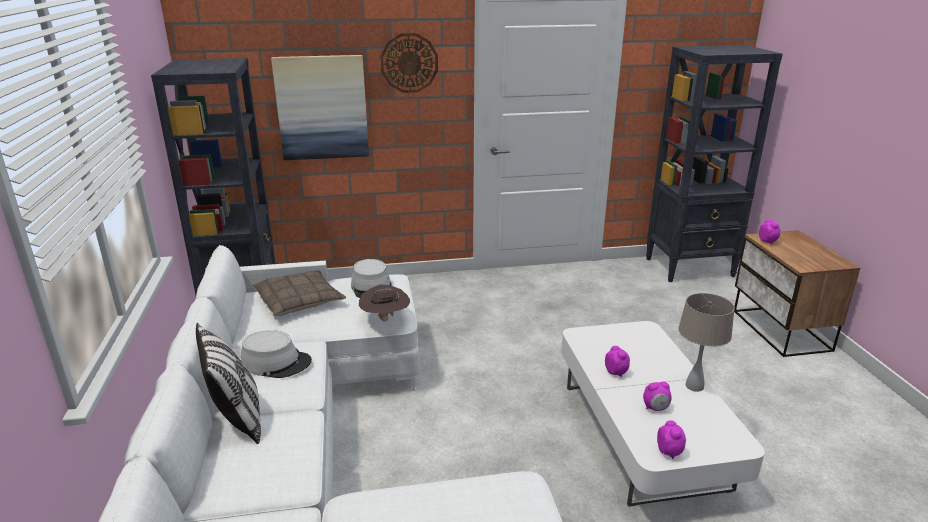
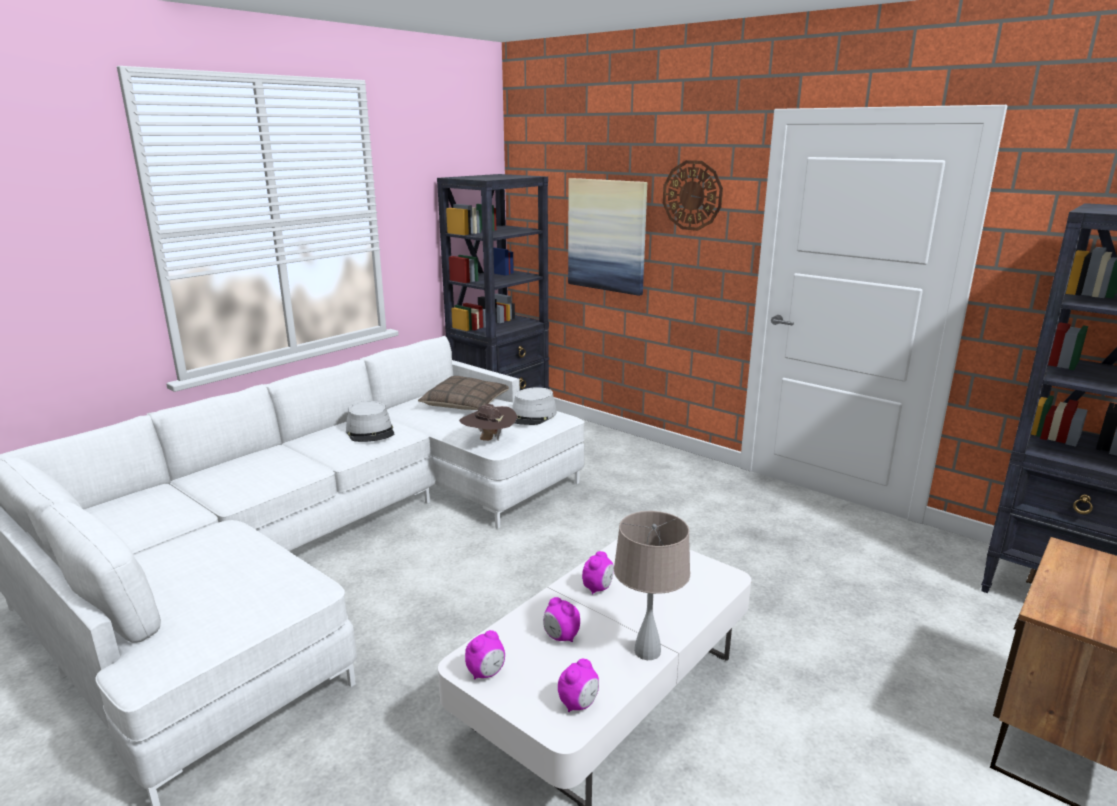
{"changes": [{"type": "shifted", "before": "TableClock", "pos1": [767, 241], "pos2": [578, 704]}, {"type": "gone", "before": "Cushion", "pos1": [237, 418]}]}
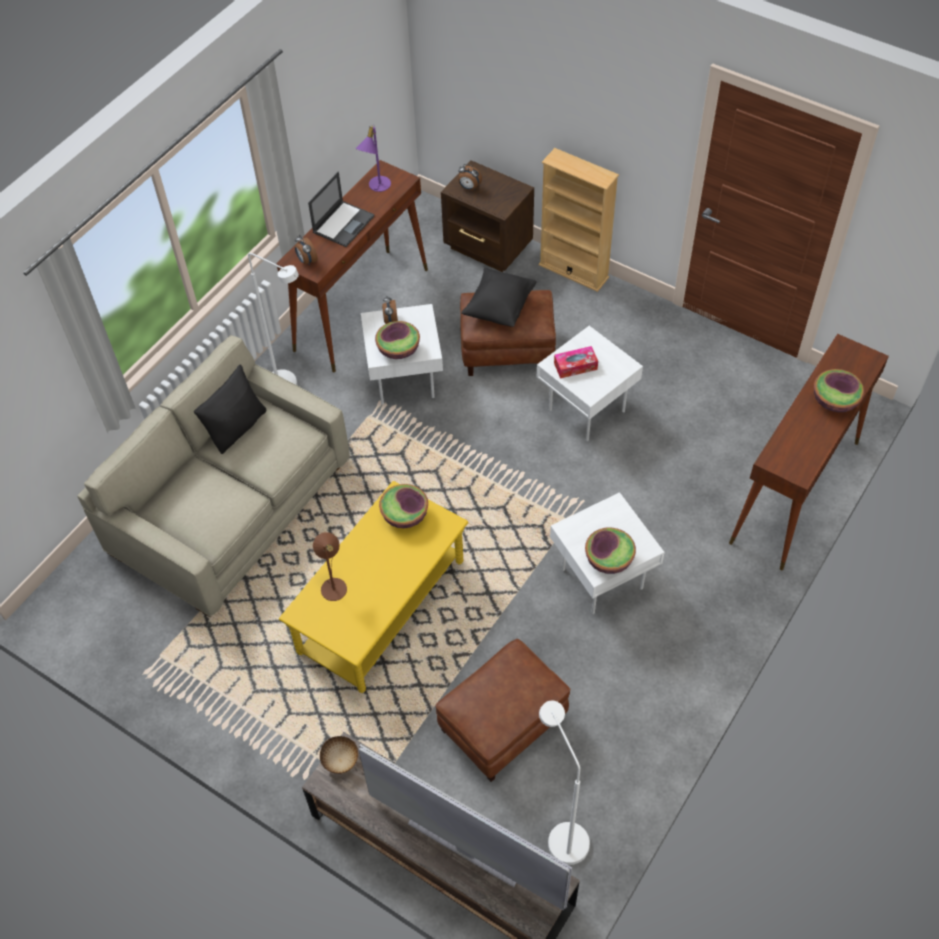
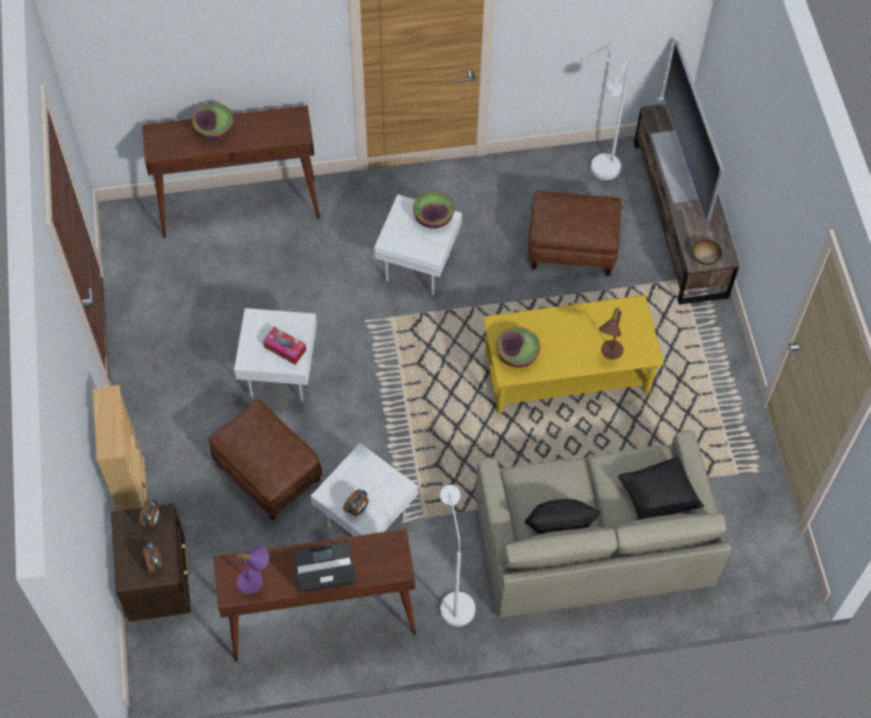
{"changes": [{"type": "shifted", "before": "TableClock", "pos1": [306, 261], "pos2": [152, 520]}, {"type": "shifted", "before": "BlackCushion", "pos1": [499, 308], "pos2": [657, 499]}, {"type": "gone", "before": "ServingBowl", "pos1": [398, 350]}]}
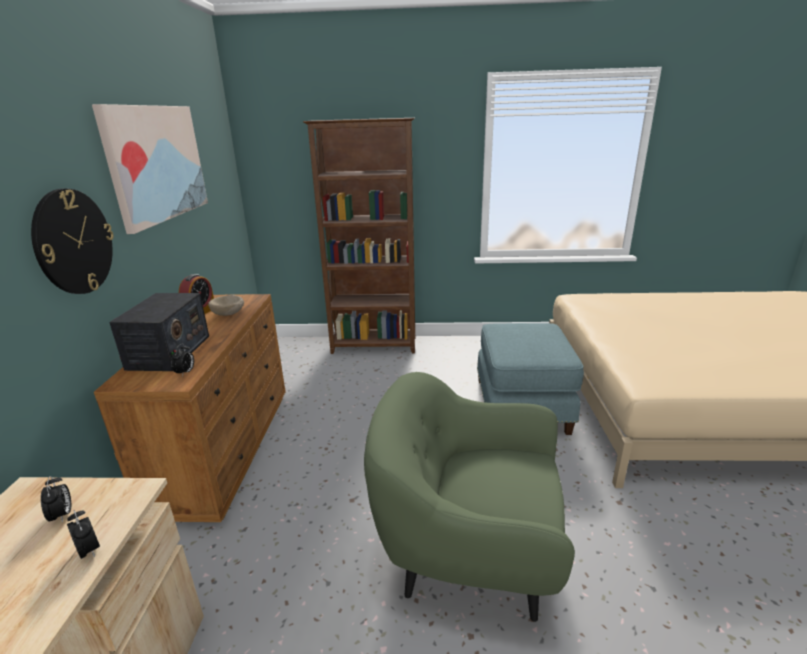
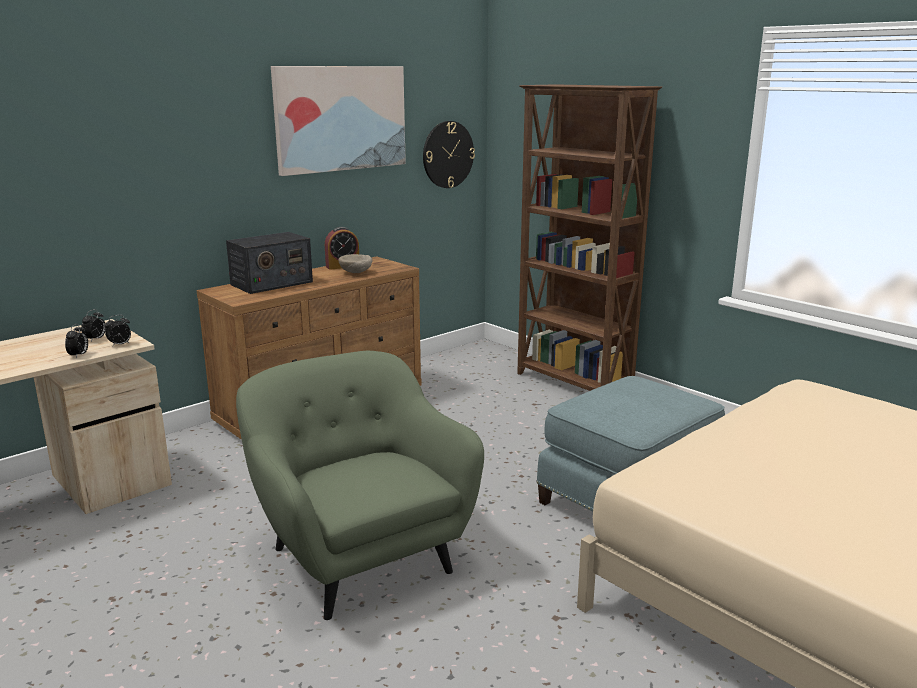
{"changes": [{"type": "shifted", "before": "TableClock", "pos1": [185, 372], "pos2": [120, 345]}, {"type": "shifted", "before": "HangingClock", "pos1": [73, 242], "pos2": [448, 154]}]}
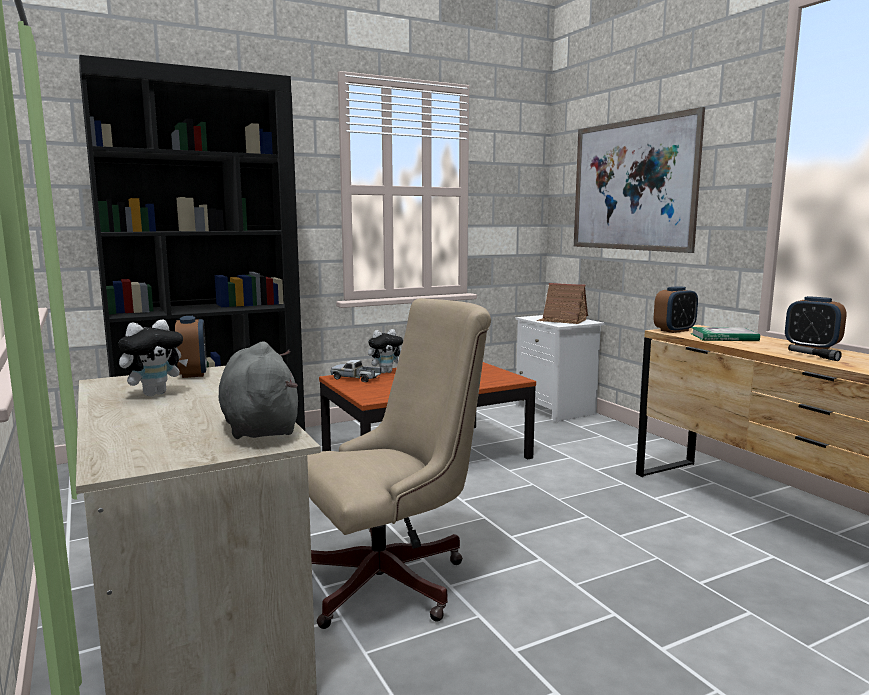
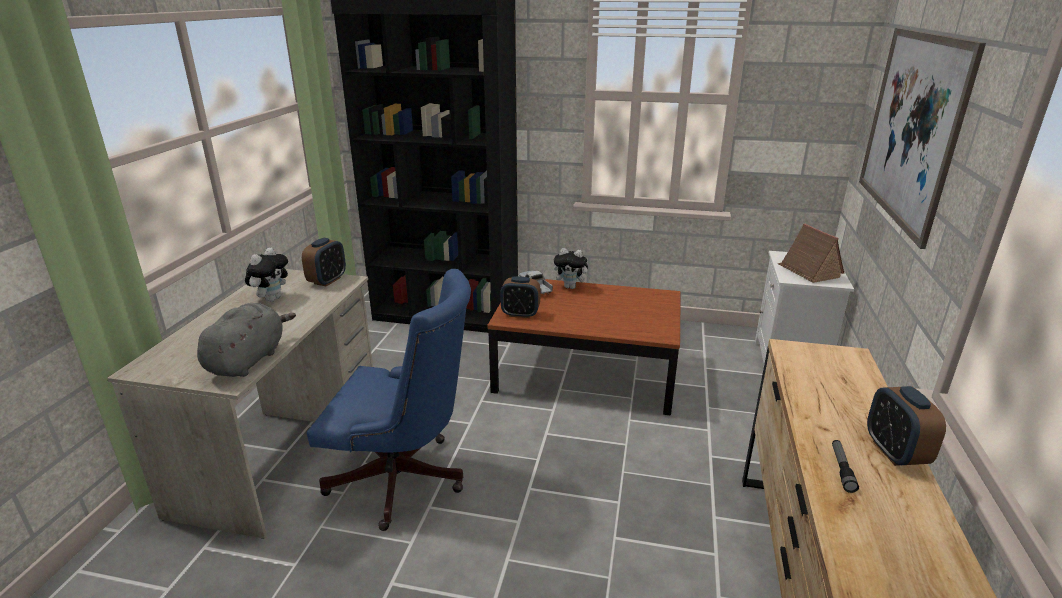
{"changes": [{"type": "rotated", "before": "PlushToy", "pos1": [155, 393], "pos2": [272, 298], "turn": -60}, {"type": "repainted", "before": "BeigeComputerChair", "after": "BlueComputerChair", "pos1": [393, 580], "pos2": [405, 481]}, {"type": "shifted", "before": "TableClock", "pos1": [674, 330], "pos2": [520, 314]}, {"type": "gone", "before": "BoundBook", "pos1": [723, 337]}]}
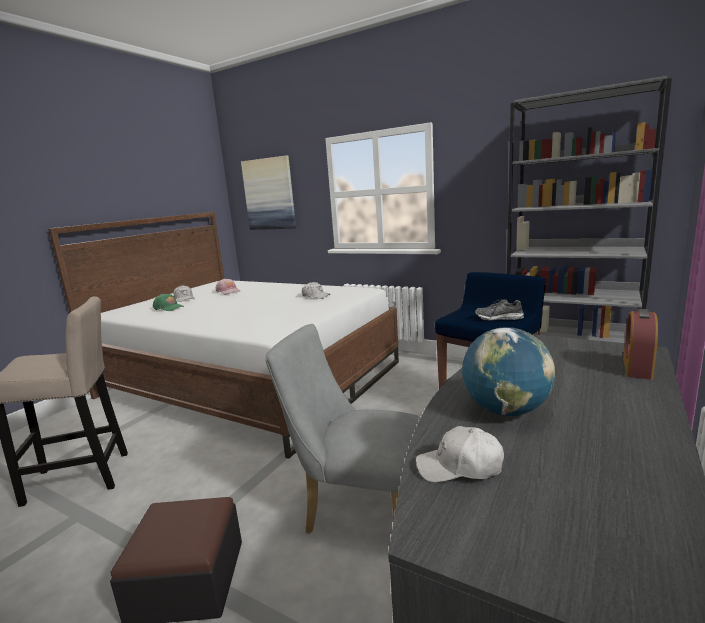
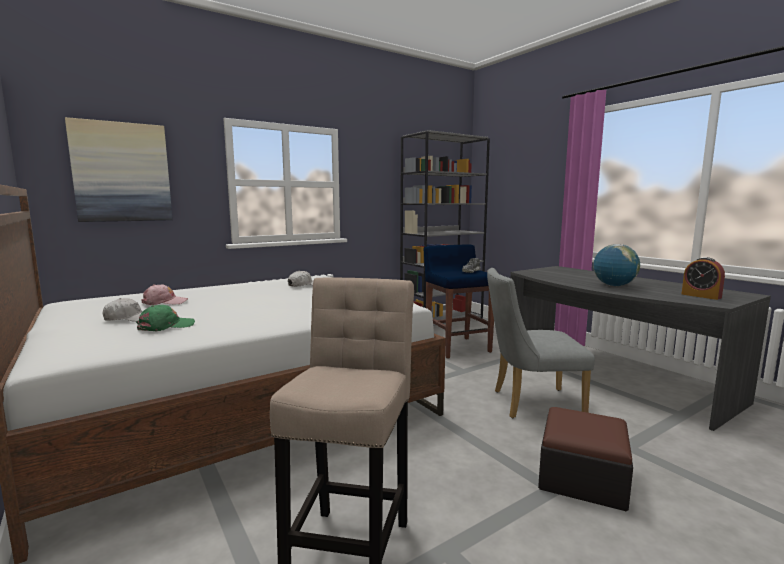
{"changes": [{"type": "rotated", "before": "GreyChair", "pos1": [356, 510], "pos2": [530, 404], "turn": 45}, {"type": "shifted", "before": "TableClock", "pos1": [637, 368], "pos2": [701, 296]}, {"type": "gone", "before": "WhitishPeakedCap", "pos1": [460, 467]}]}
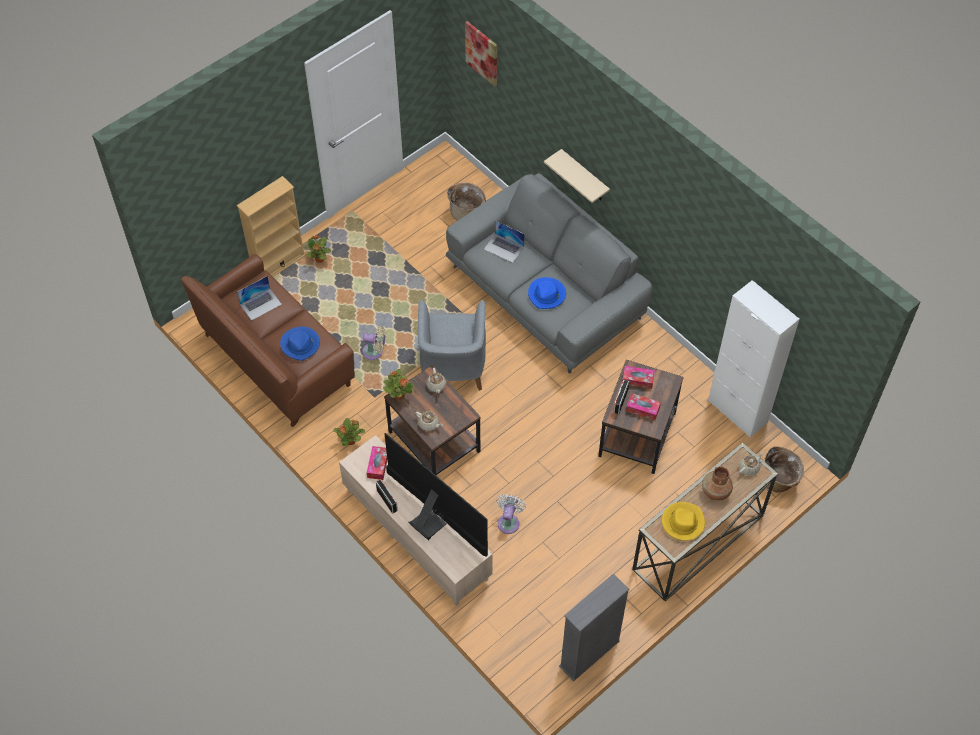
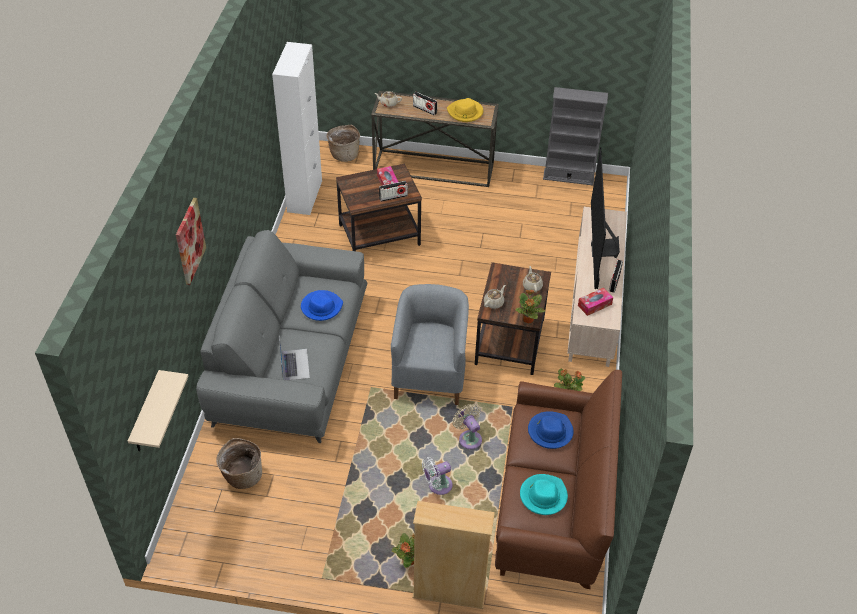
{"changes": [{"type": "shifted", "before": "BeigeShelf", "pos1": [584, 177], "pos2": [146, 414]}, {"type": "shifted", "before": "Picture", "pos1": [482, 53], "pos2": [189, 241]}, {"type": "rotated", "before": "GreyArmchair", "pos1": [452, 368], "pos2": [430, 374], "turn": -45}, {"type": "swapped", "before": "BrownColouredDecorativeVase", "after": "RadioSet", "pos1": [715, 491], "pos2": [424, 109]}, {"type": "shifted", "before": "WhitishElectricFan", "pos1": [509, 521], "pos2": [437, 486]}, {"type": "swapped", "before": "NotebookComputer", "after": "TurquoiseColouredWearableHat", "pos1": [261, 304], "pos2": [543, 496]}, {"type": "gone", "before": "TissueHolder", "pos1": [638, 380]}]}
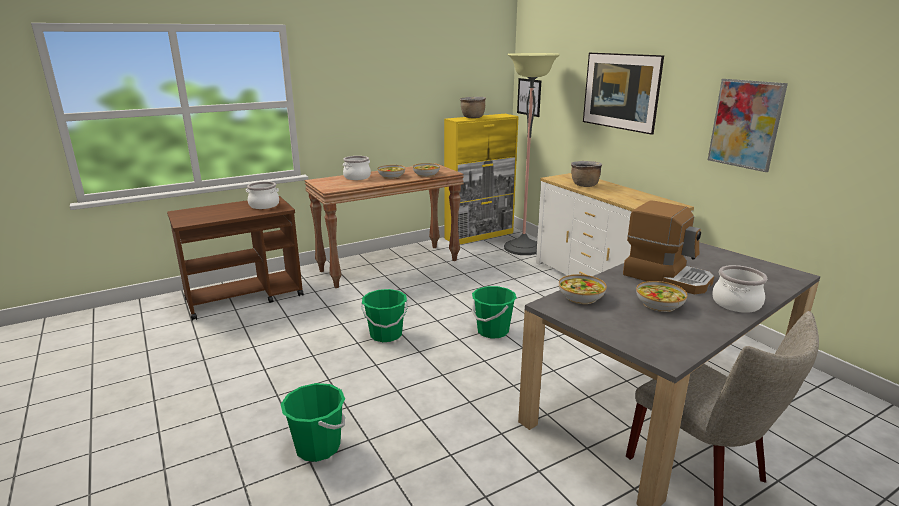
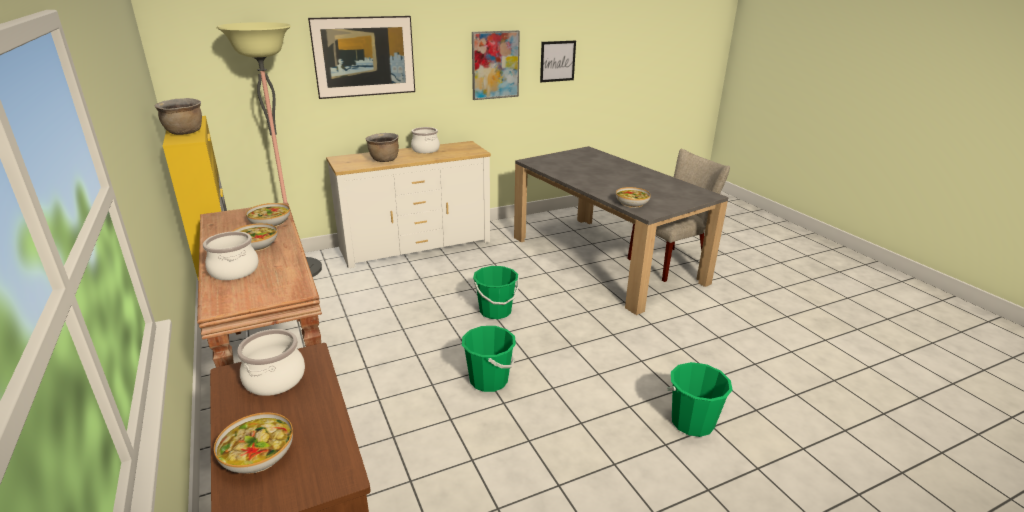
{"changes": [{"type": "shifted", "before": "ServingBowl", "pos1": [659, 304], "pos2": [257, 455]}, {"type": "shifted", "before": "Stockpot", "pos1": [736, 304], "pos2": [426, 150]}, {"type": "shifted", "before": "Picture", "pos1": [529, 97], "pos2": [557, 61]}, {"type": "gone", "before": "CoffeeMachine", "pos1": [667, 277]}]}
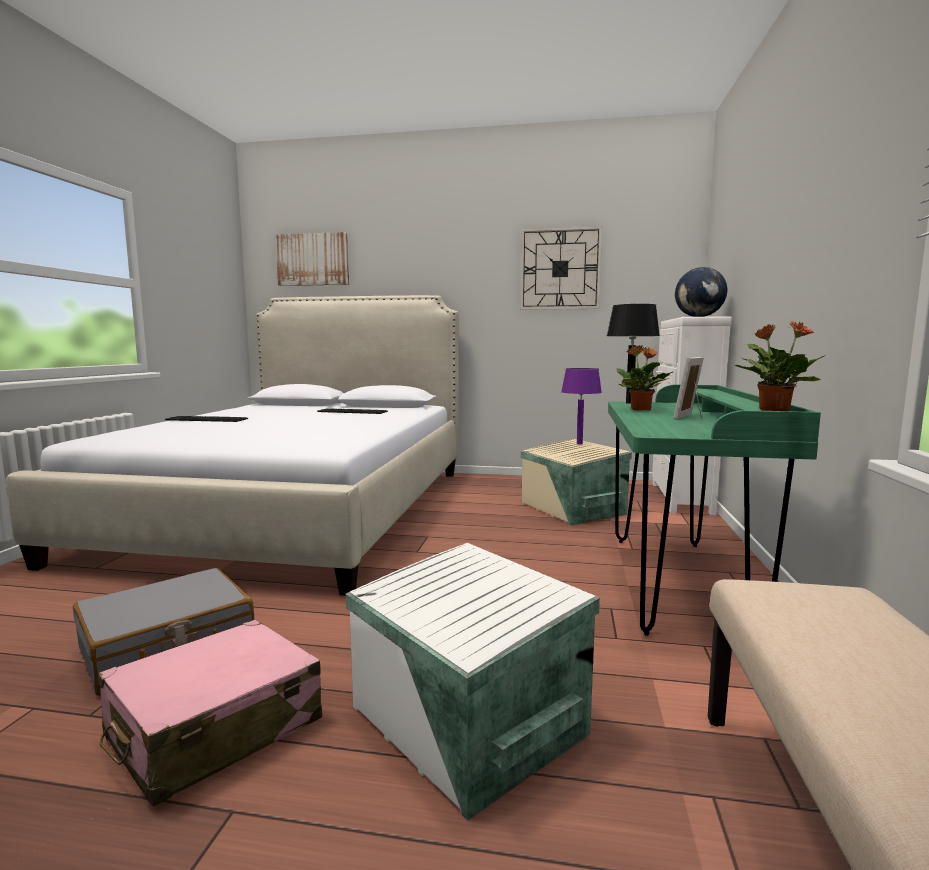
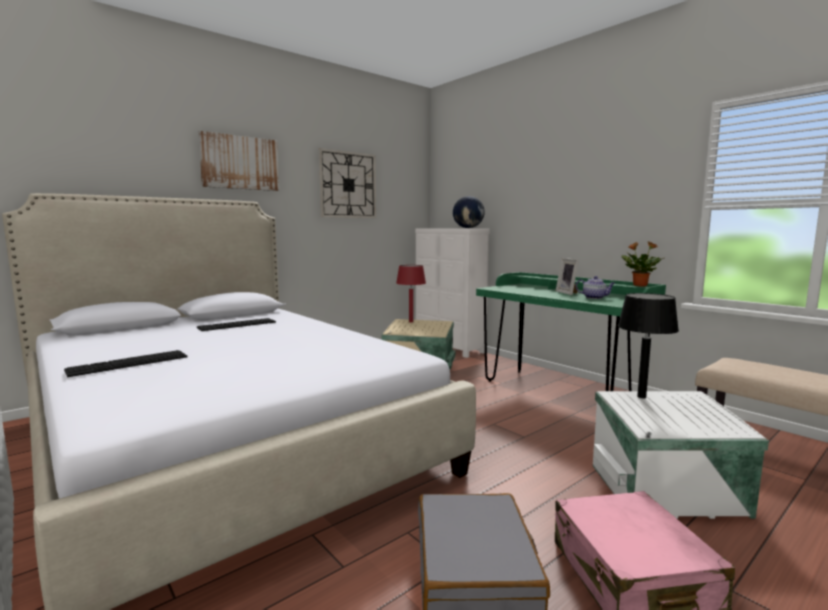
{"changes": [{"type": "shifted", "before": "Picture", "pos1": [313, 259], "pos2": [240, 162]}, {"type": "repainted", "before": "PurplishTabletopLamp", "after": "RedTabletopLamp", "pos1": [579, 444], "pos2": [411, 321]}, {"type": "new", "after": "PotForTea", "pos2": [594, 298]}, {"type": "shifted", "before": "BlackTabletopLamp", "pos1": [629, 403], "pos2": [642, 397]}, {"type": "gone", "before": "PlantInAPot", "pos1": [641, 409]}]}
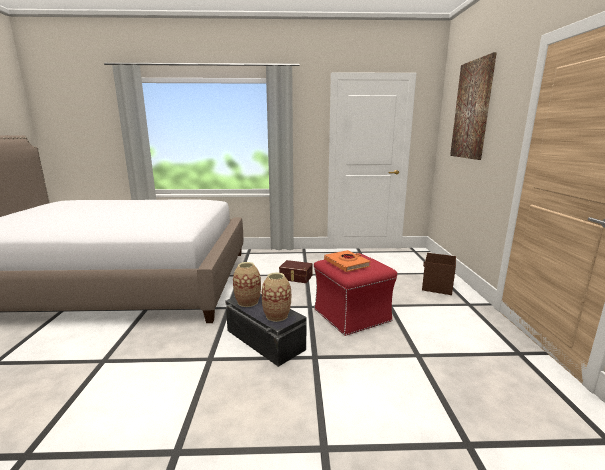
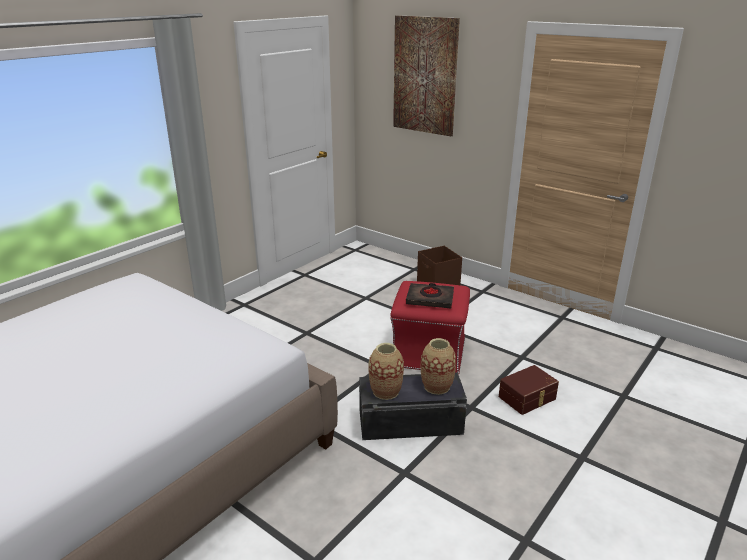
{"changes": [{"type": "repainted", "before": "OrangeBoundBook", "after": "BlackBoundBook", "pos1": [347, 264], "pos2": [430, 299]}, {"type": "shifted", "before": "BrownColouredStorageBox", "pos1": [295, 277], "pos2": [528, 398]}]}
